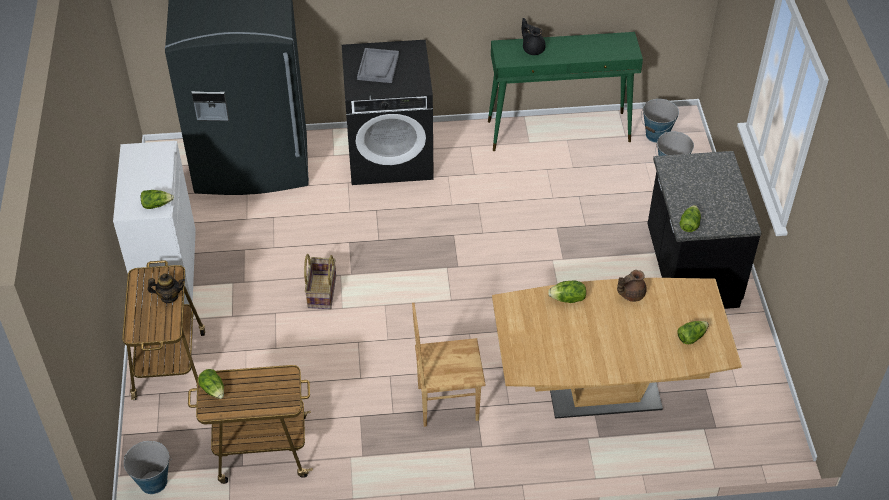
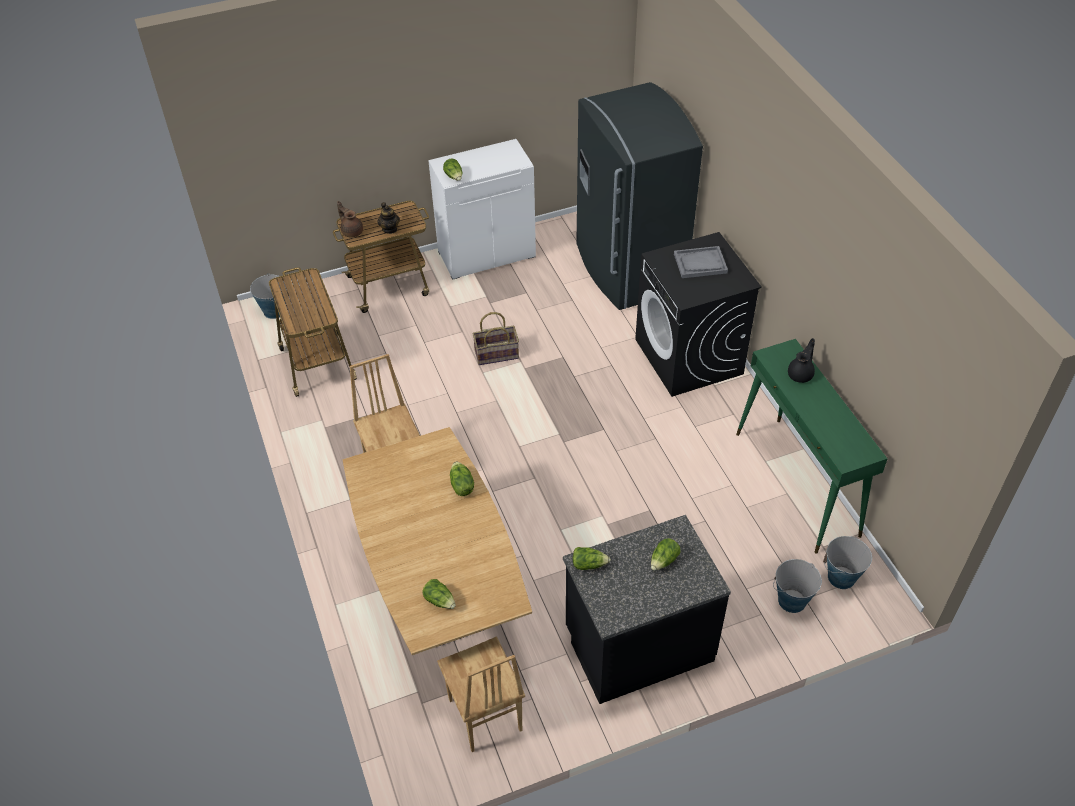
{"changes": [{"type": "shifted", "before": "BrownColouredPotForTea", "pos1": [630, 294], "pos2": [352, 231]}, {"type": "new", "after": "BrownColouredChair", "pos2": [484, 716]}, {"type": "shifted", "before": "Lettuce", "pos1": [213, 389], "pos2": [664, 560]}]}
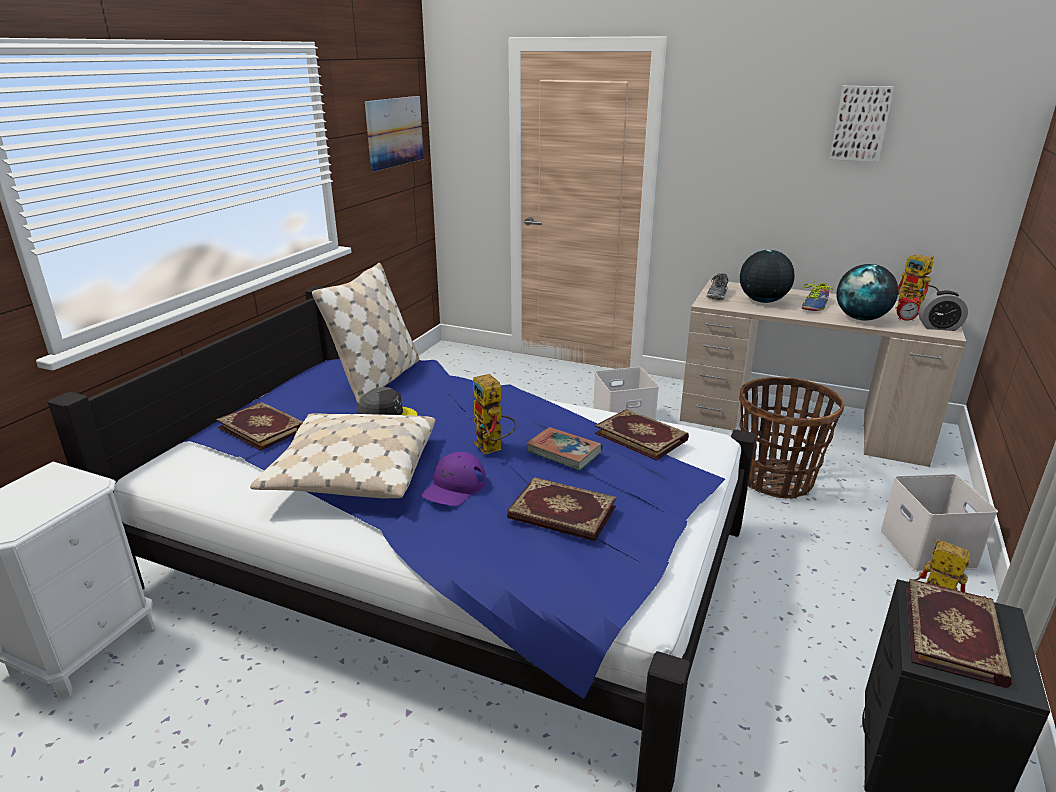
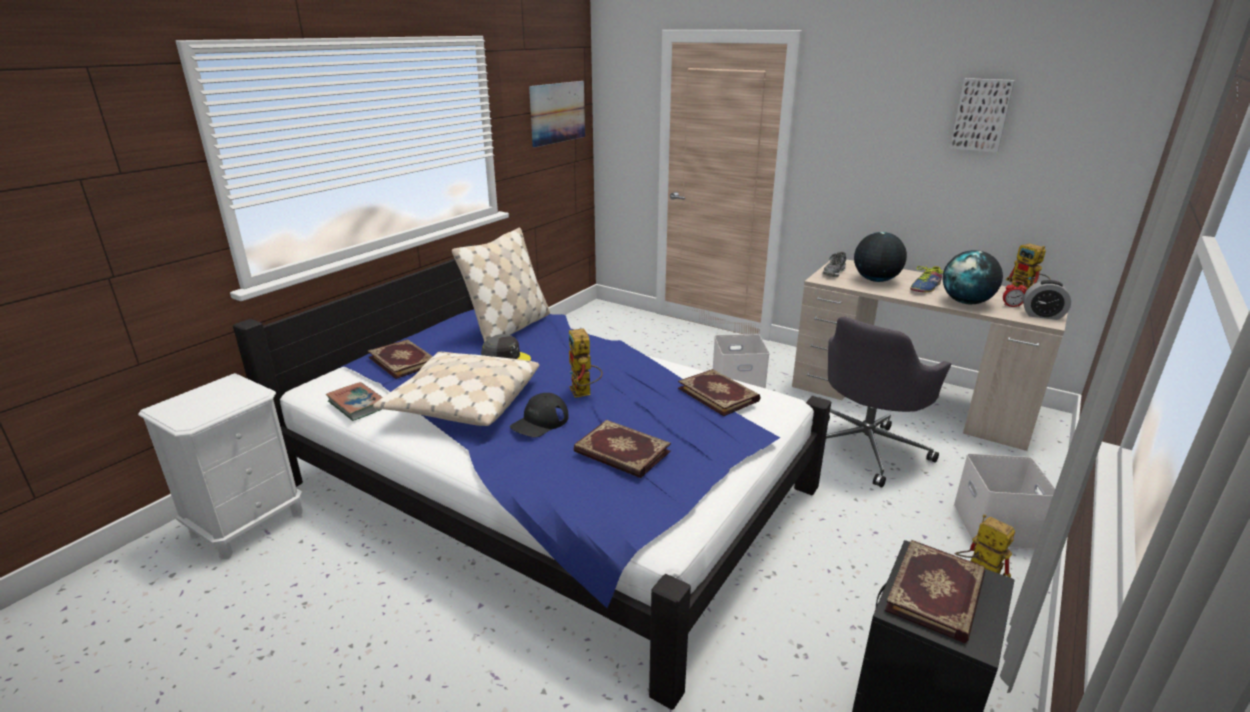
{"changes": [{"type": "shifted", "before": "BoundBook", "pos1": [564, 452], "pos2": [358, 404]}, {"type": "repainted", "before": "PurplishPeakedCap", "after": "BlackPeakedCap", "pos1": [454, 487], "pos2": [540, 422]}, {"type": "swapped", "before": "StorageBasket", "after": "GreyComputerChair", "pos1": [775, 479], "pos2": [866, 448]}]}
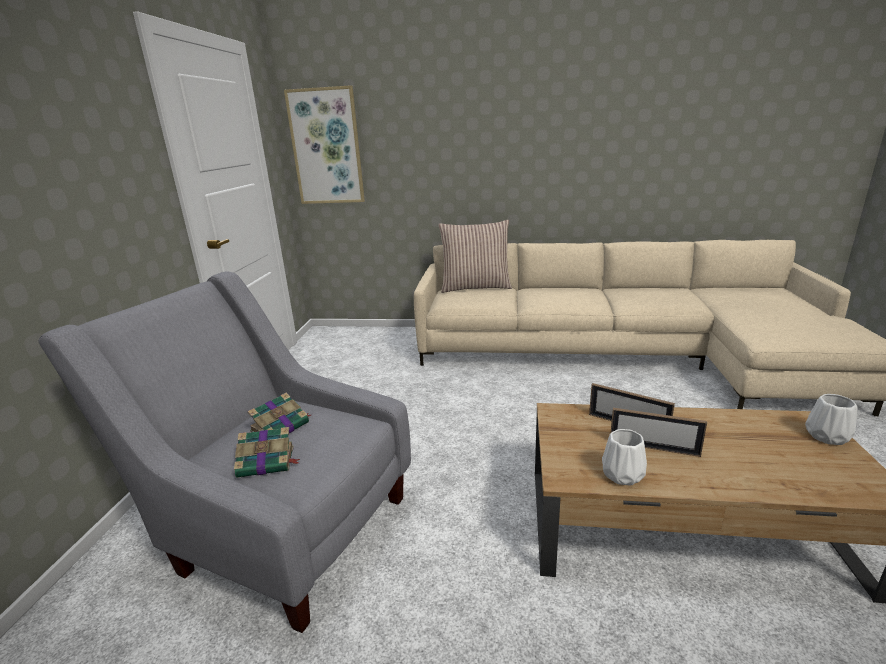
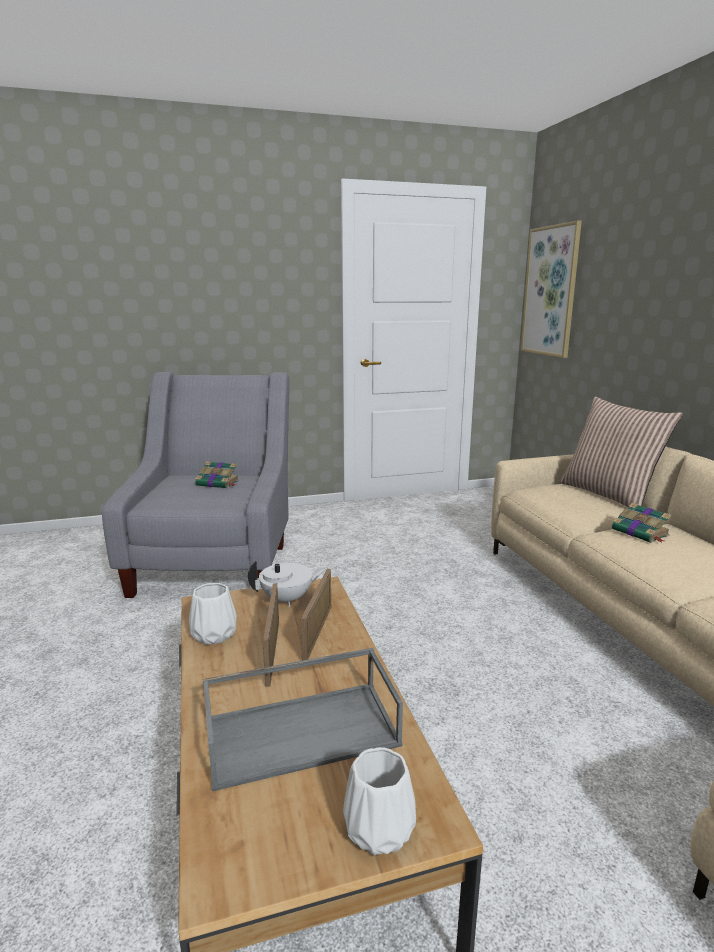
{"changes": [{"type": "new", "after": "GreyCarryingTray", "pos2": [303, 730]}, {"type": "new", "after": "WhitishPotForTea", "pos2": [287, 599]}, {"type": "shifted", "before": "BoundBook", "pos1": [267, 462], "pos2": [641, 533]}]}
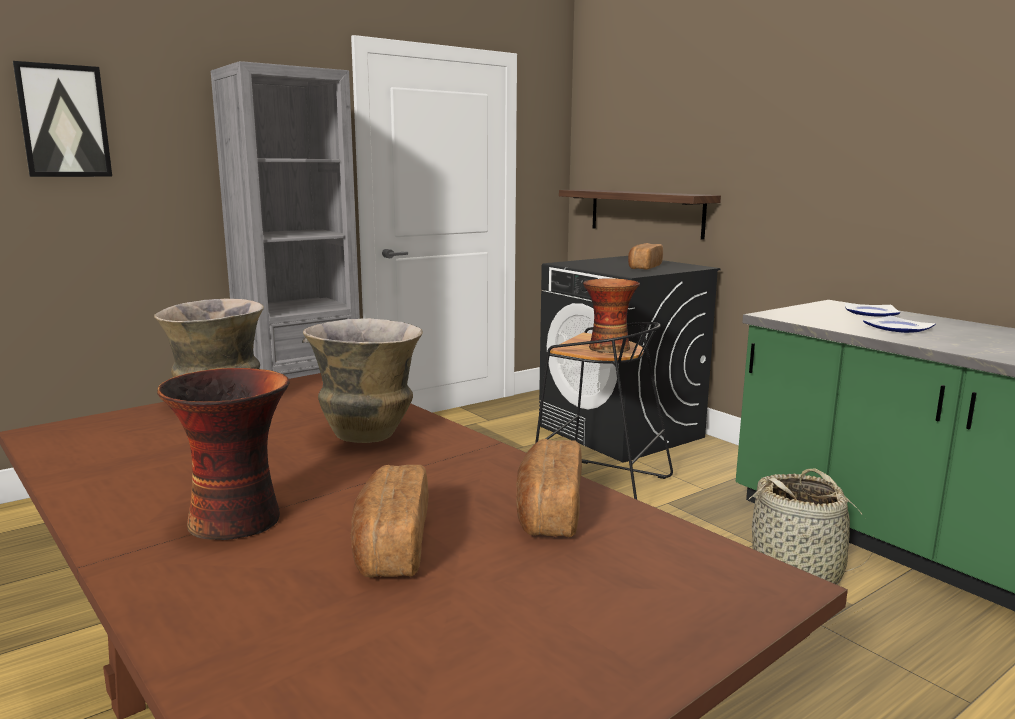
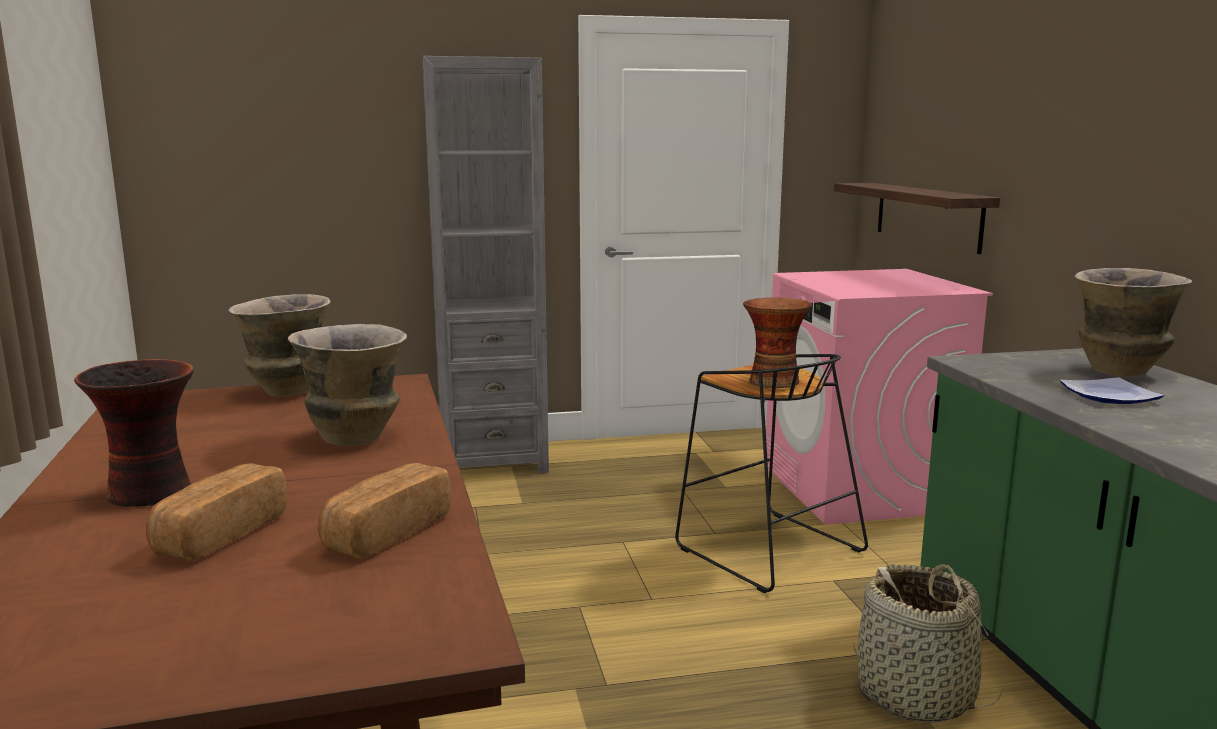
{"changes": [{"type": "repainted", "before": "BlackLaundryMachine", "after": "PinkishLaundryMachine", "pos1": [621, 432], "pos2": [859, 488]}, {"type": "swapped", "before": "DinnerPlate", "after": "DecorativeVase", "pos1": [872, 313], "pos2": [1119, 372]}, {"type": "gone", "before": "Picture", "pos1": [64, 121]}, {"type": "gone", "before": "BakeryBread", "pos1": [644, 267]}]}
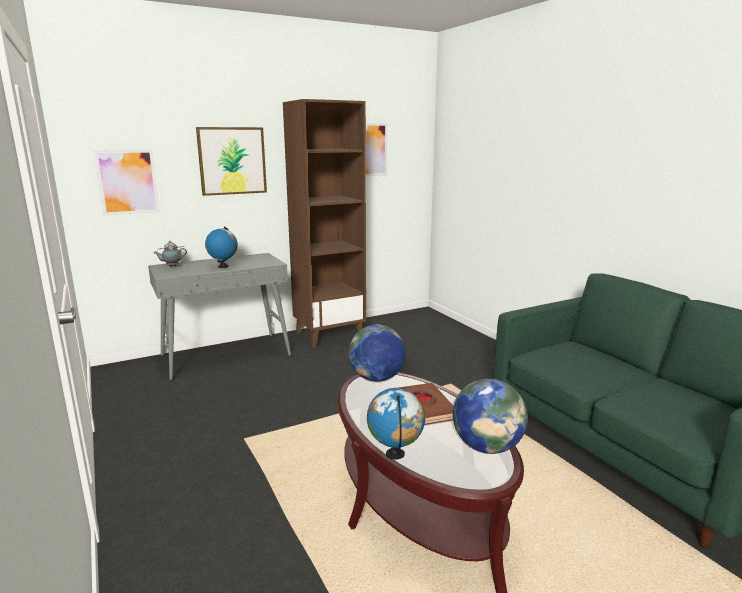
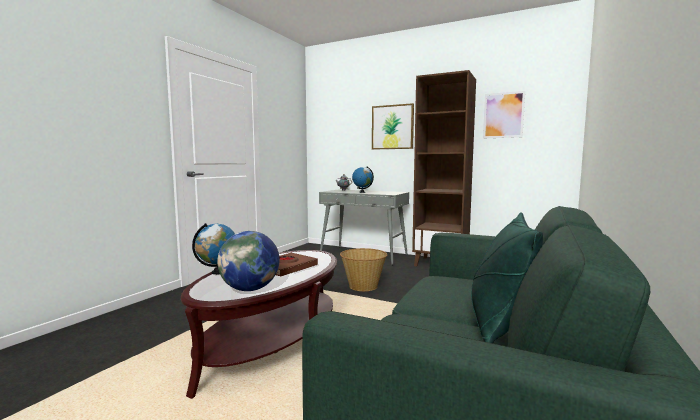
{"changes": [{"type": "new", "after": "StorageBasket", "pos2": [363, 286]}, {"type": "new", "after": "GreenCushion", "pos2": [498, 324]}, {"type": "gone", "before": "Picture", "pos1": [128, 182]}, {"type": "gone", "before": "Globe", "pos1": [377, 378]}]}
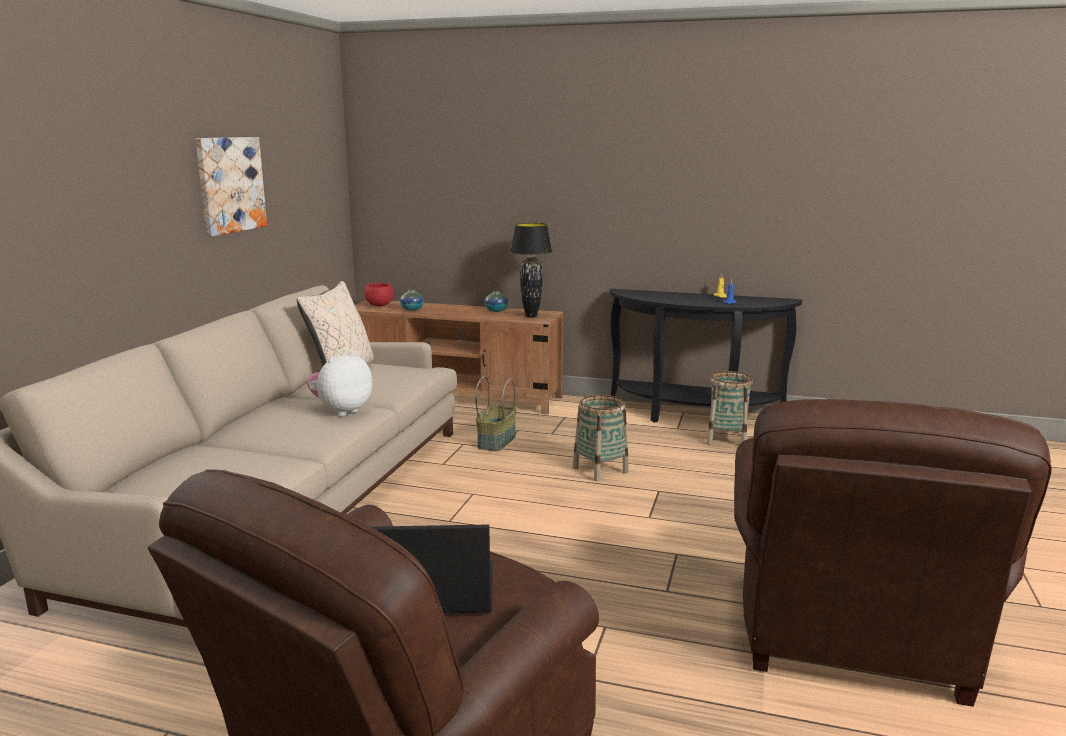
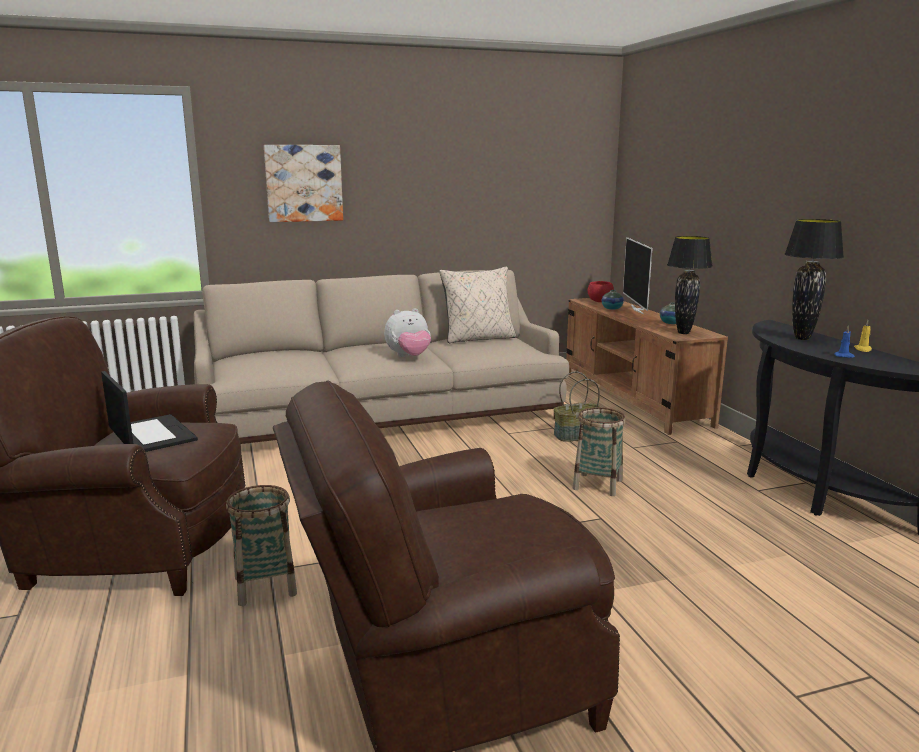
{"changes": [{"type": "shifted", "before": "StorageBasket", "pos1": [727, 440], "pos2": [265, 586]}, {"type": "shifted", "before": "Picture", "pos1": [230, 184], "pos2": [304, 183]}, {"type": "rotated", "before": "PlushToy", "pos1": [341, 411], "pos2": [409, 357], "turn": 150}, {"type": "new", "after": "Television", "pos2": [638, 309]}, {"type": "new", "after": "BlackTabletopLamp", "pos2": [802, 338]}]}
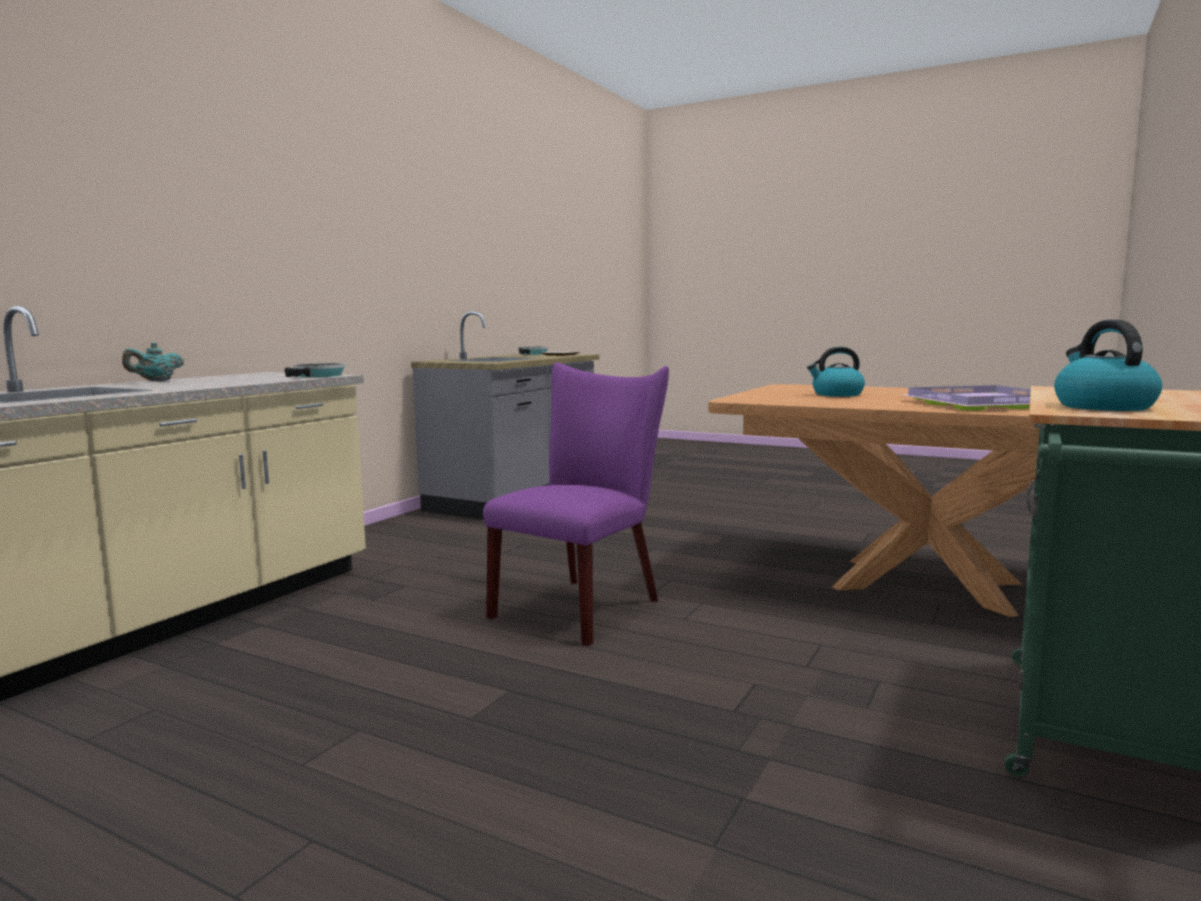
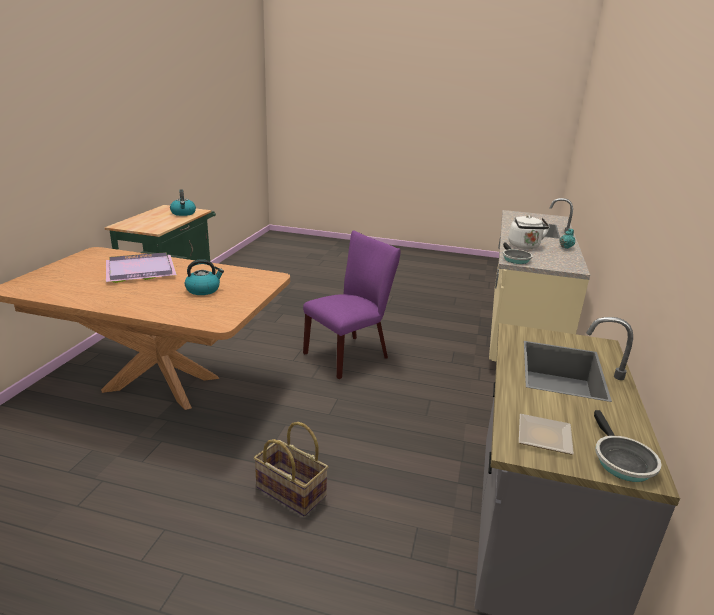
{"changes": [{"type": "new", "after": "StorageBasket", "pos2": [290, 492]}, {"type": "rotated", "before": "PurplishChair", "pos1": [583, 605], "pos2": [350, 354], "turn": -150}, {"type": "new", "after": "WhitishKettle", "pos2": [525, 246]}]}
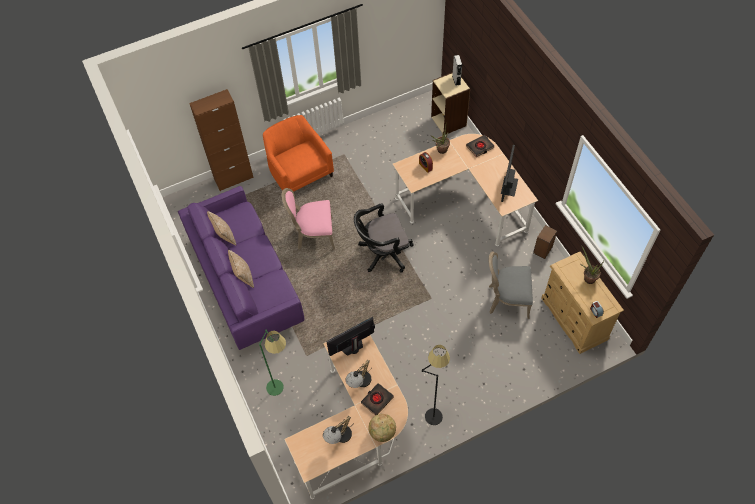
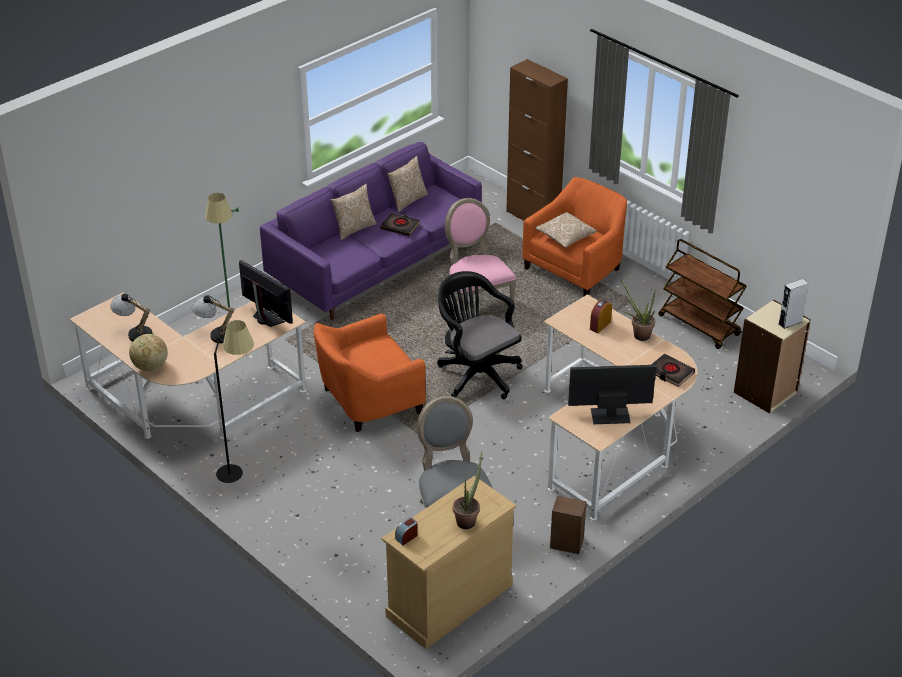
{"changes": [{"type": "new", "after": "OrangeArmchair", "pos2": [368, 400]}, {"type": "shifted", "before": "BlackBoundBook", "pos1": [377, 400], "pos2": [400, 227]}, {"type": "new", "after": "Cushion", "pos2": [565, 237]}, {"type": "new", "after": "BrownColouredTrolley", "pos2": [700, 325]}]}
